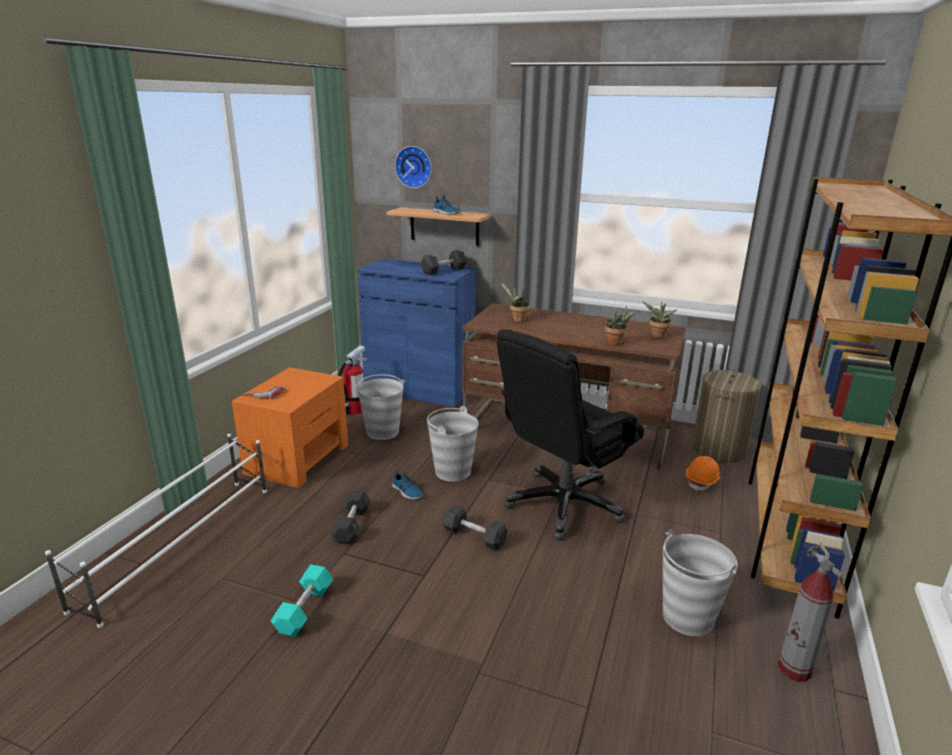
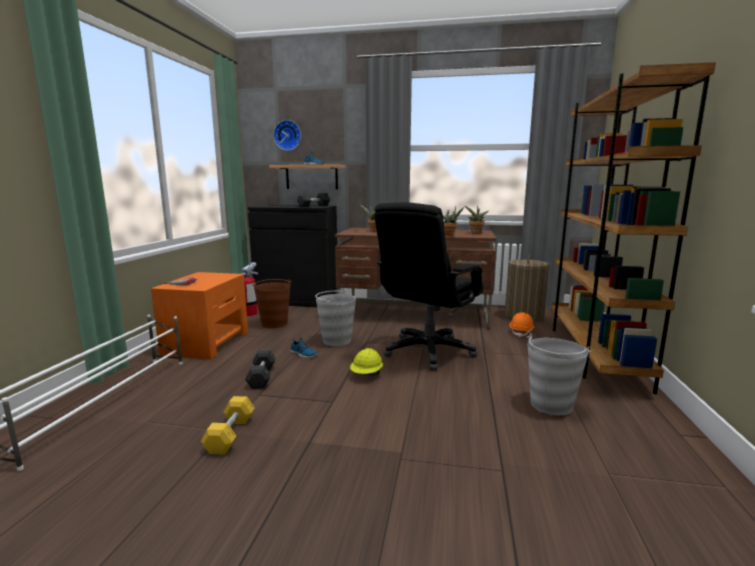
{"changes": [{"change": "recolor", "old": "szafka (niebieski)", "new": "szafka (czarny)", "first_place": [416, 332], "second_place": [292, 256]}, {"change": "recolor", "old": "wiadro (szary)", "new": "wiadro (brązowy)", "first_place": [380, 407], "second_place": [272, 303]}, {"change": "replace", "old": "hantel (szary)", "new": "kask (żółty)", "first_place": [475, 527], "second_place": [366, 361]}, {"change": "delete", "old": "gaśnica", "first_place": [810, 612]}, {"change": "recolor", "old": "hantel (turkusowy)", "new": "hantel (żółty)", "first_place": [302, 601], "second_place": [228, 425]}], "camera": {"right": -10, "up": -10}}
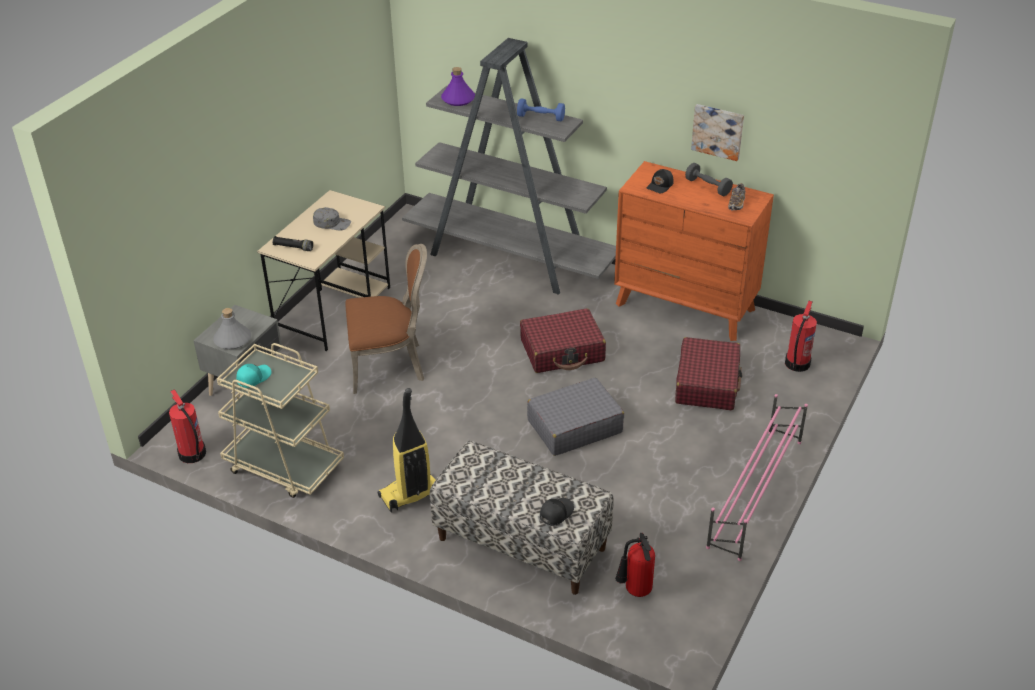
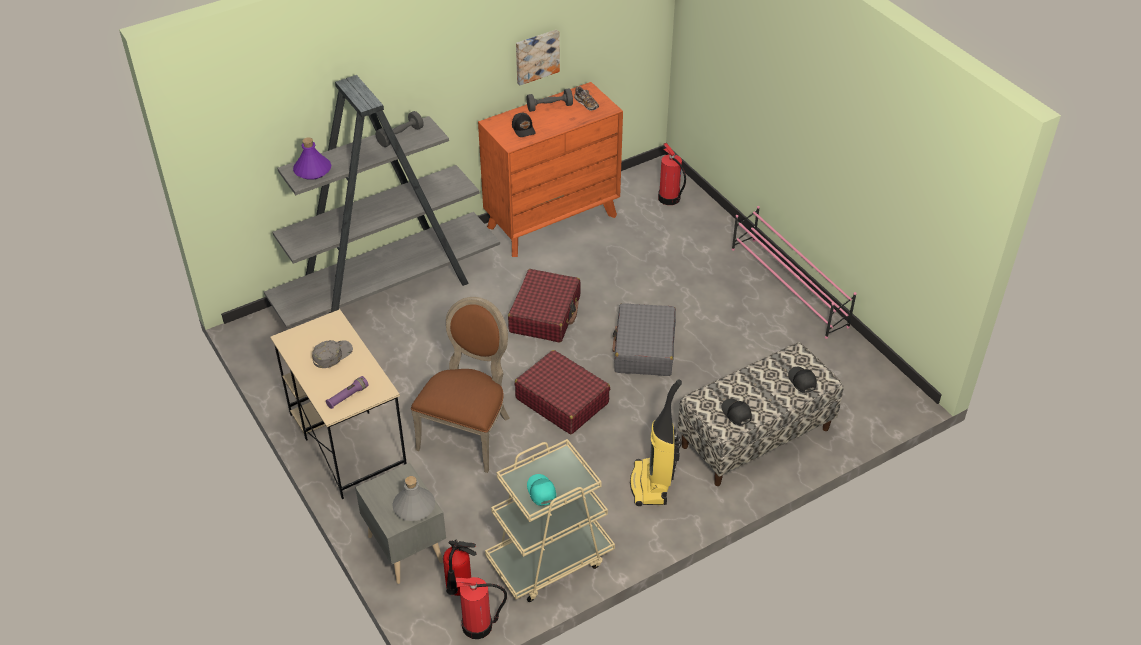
{"changes": [{"change": "recolor", "old": "hantel (niebieski)", "new": "hantel (szary)", "first_place": [541, 110], "second_place": [400, 129]}, {"change": "recolor", "old": "latarka (czarny)", "new": "latarka (fioletowy)", "first_place": [292, 243], "second_place": [347, 392]}, {"change": "move", "old": "walizka (czerwony)", "first_place": [708, 373], "second_place": [562, 392]}, {"change": "move", "old": "gaśnica", "first_place": [635, 565], "second_place": [460, 568]}, {"change": "insert", "new": "czapka z daszkiem (czarny)", "second_place": [736, 412]}], "camera": {"right": -60, "up": 5}}
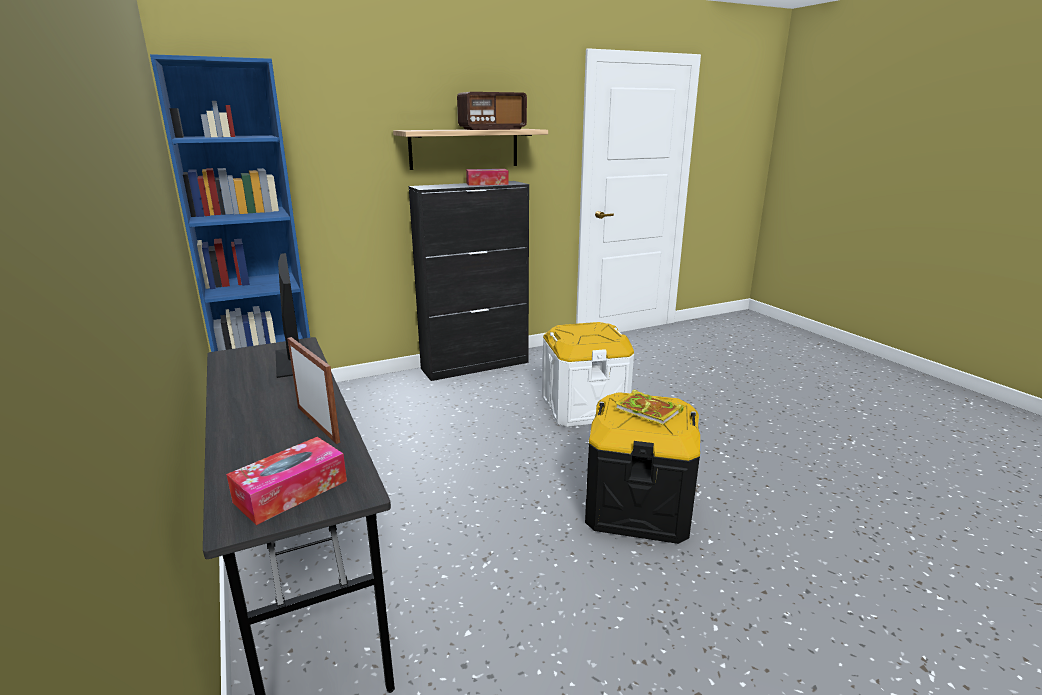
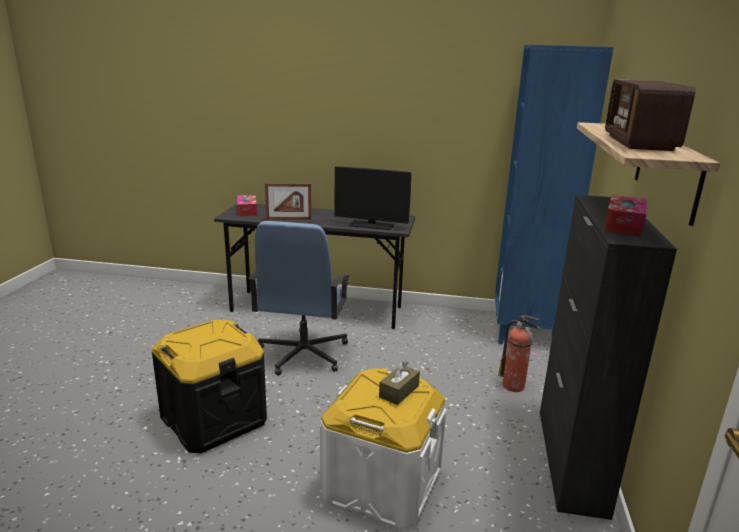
{"changes": [{"change": "delete", "old": "książka", "first_place": [649, 407]}, {"change": "insert", "new": "krzesło biurowe (niebieski)", "second_place": [299, 298]}, {"change": "insert", "new": "gaśnica", "second_place": [519, 353]}, {"change": "insert", "new": "pudełko chusteczek (brązowy)", "second_place": [399, 383]}], "camera": {"right": 125, "up": 0}}
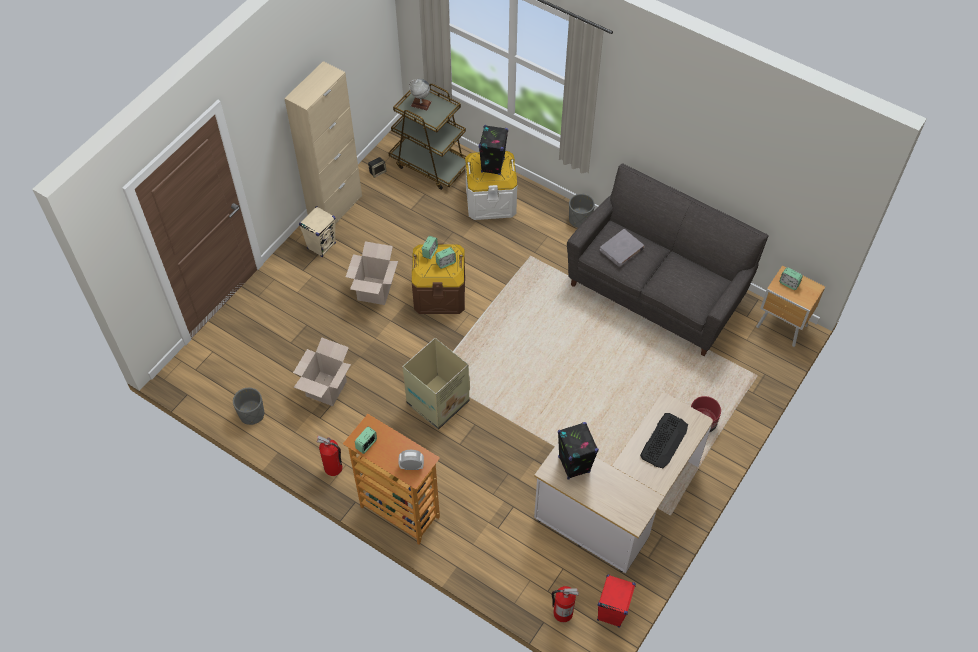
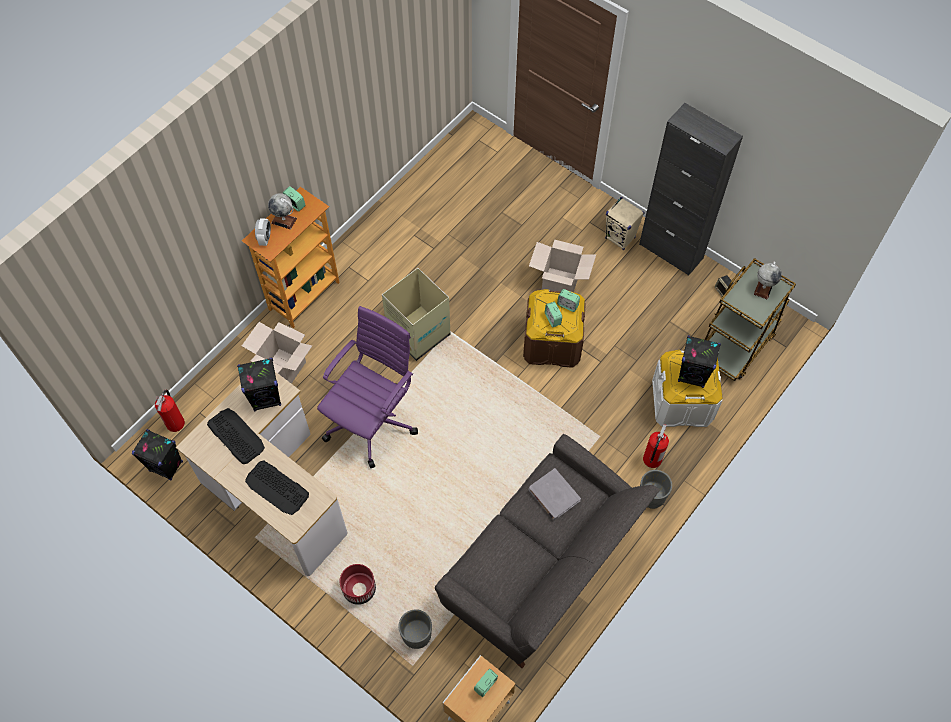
{"changes": [{"change": "recolor", "old": "szafka (beżowy)", "new": "szafka (czarny)", "first_place": [323, 142], "second_place": [691, 189]}, {"change": "move", "old": "karton", "first_place": [322, 372], "second_place": [277, 353]}, {"change": "move", "old": "donica (szary)", "first_place": [248, 406], "second_place": [415, 629]}, {"change": "move", "old": "gaśnica", "first_place": [330, 456], "second_place": [656, 446]}, {"change": "recolor", "old": "głośnik (czerwony)", "new": "głośnik (czarny)", "first_place": [616, 601], "second_place": [157, 455]}, {"change": "insert", "new": "globus", "second_place": [282, 211]}, {"change": "insert", "new": "krzesło biurowe (fioletowy)", "second_place": [367, 387]}, {"change": "insert", "new": "klawiatura", "second_place": [236, 436]}], "camera": {"right": 95, "up": 5}}
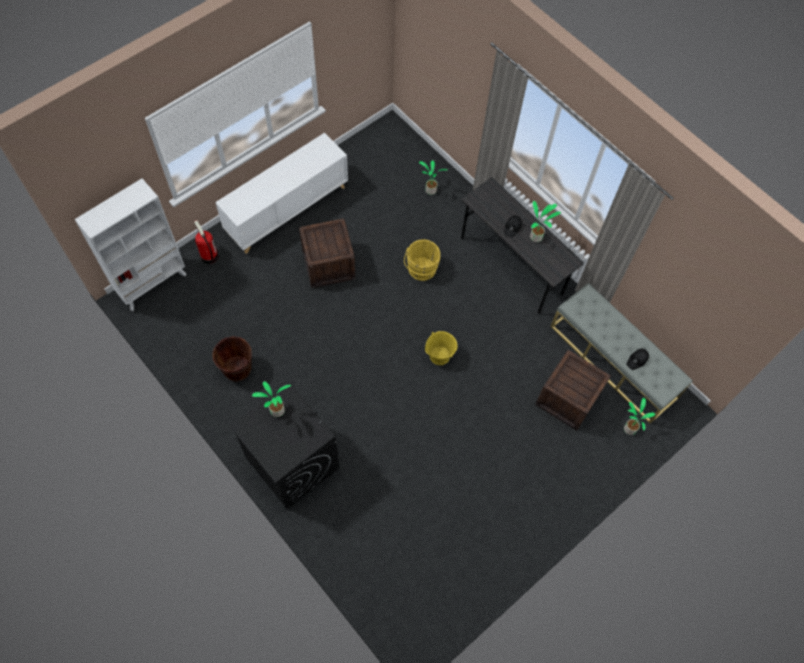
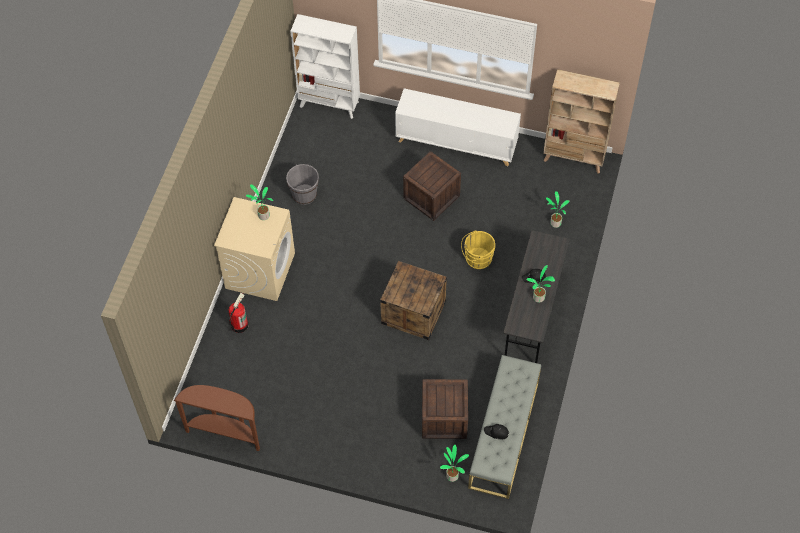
{"changes": [{"change": "move", "old": "gaśnica", "first_place": [206, 242], "second_place": [238, 313]}, {"change": "replace", "old": "wiadro (żółty)", "new": "skrzynka", "first_place": [441, 348], "second_place": [413, 300]}, {"change": "recolor", "old": "wiadro (brązowy)", "new": "wiadro (szary)", "first_place": [232, 359], "second_place": [302, 184]}, {"change": "recolor", "old": "pralka (czarny)", "new": "pralka (beżowy)", "first_place": [284, 446], "second_place": [254, 249]}, {"change": "insert", "new": "regał (beżowy)", "second_place": [581, 121]}, {"change": "insert", "new": "stolik konsolowy (brązowy)", "second_place": [217, 418]}], "camera": {"right": 60, "up": -5}}
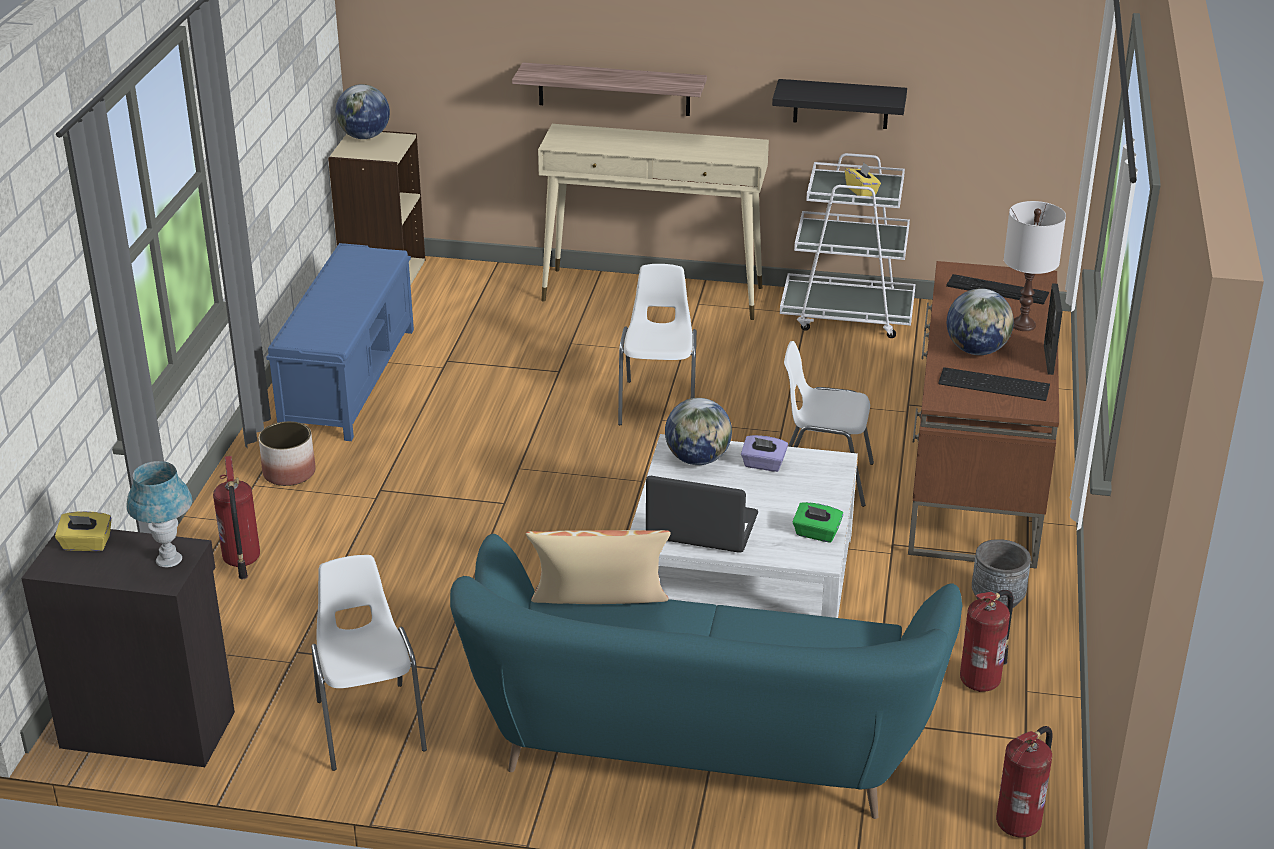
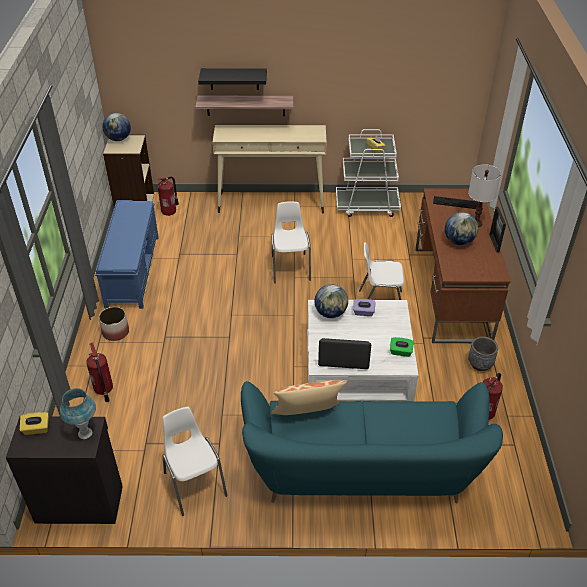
{"changes": [{"change": "move", "old": "półka (czarny)", "first_place": [839, 104], "second_place": [232, 79]}, {"change": "delete", "old": "klawiatura", "first_place": [994, 384]}, {"change": "move", "old": "gaśnica", "first_place": [1024, 782], "second_place": [168, 196]}], "camera": {"right": -10, "up": 10}}
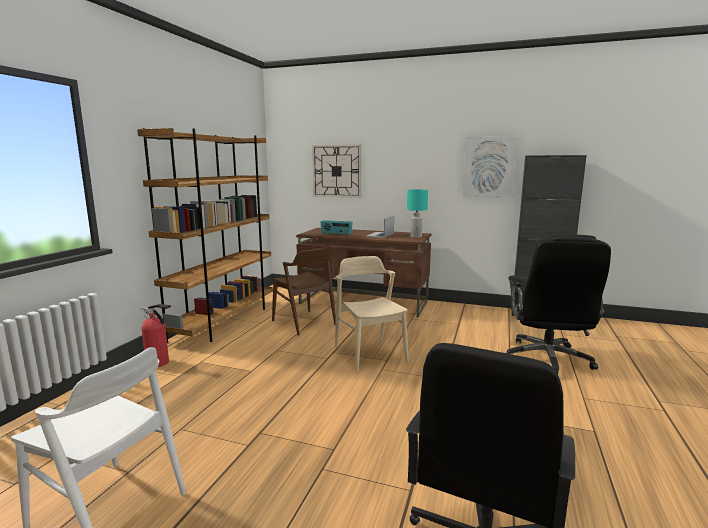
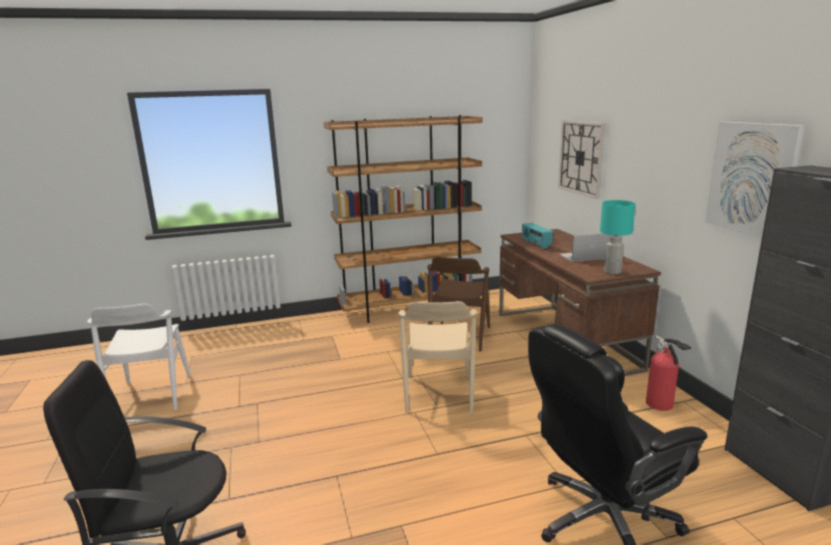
{"changes": [{"change": "rotate", "old": "krzesło (beżowy)", "first_place": [372, 314], "second_place": [437, 357], "degrees": 150}, {"change": "move", "old": "gaśnica", "first_place": [155, 335], "second_place": [668, 373]}], "camera": {"right": 55, "up": 5}}
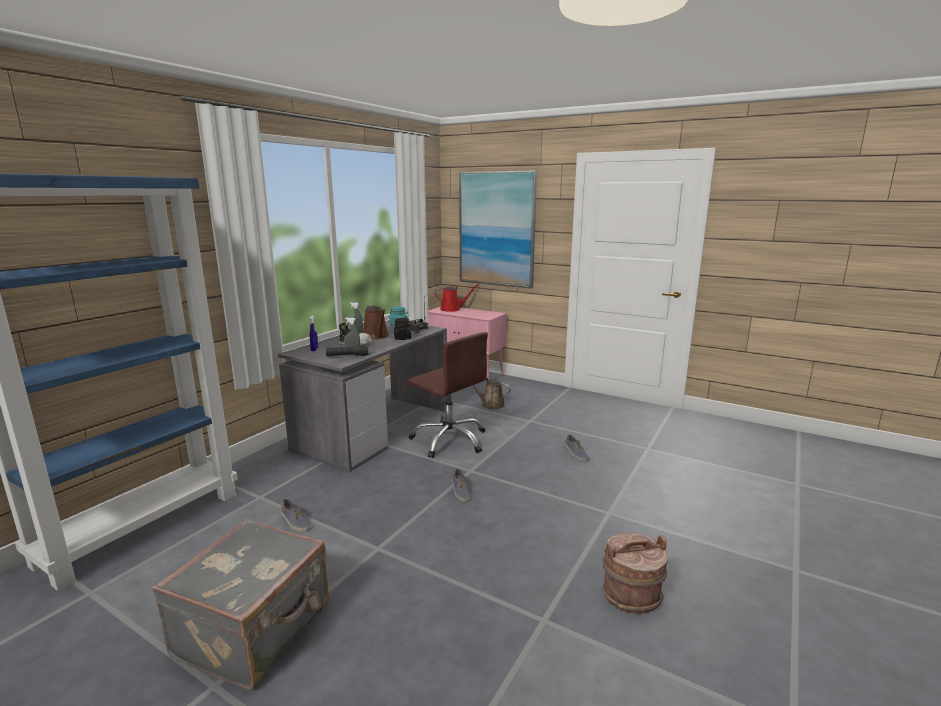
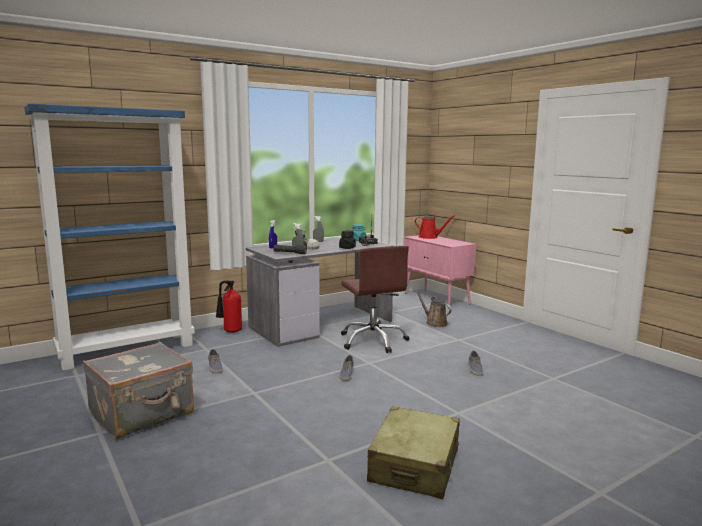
{"changes": [{"change": "delete", "old": "obraz", "first_place": [498, 229]}, {"change": "delete", "old": "konewka (brązowy)", "first_place": [376, 322]}, {"change": "replace", "old": "wiadro (brązowy)", "new": "walizka (beżowy)", "first_place": [635, 573], "second_place": [413, 452]}, {"change": "insert", "new": "gaśnica", "second_place": [229, 306]}], "camera": {"right": 25, "up": -5}}
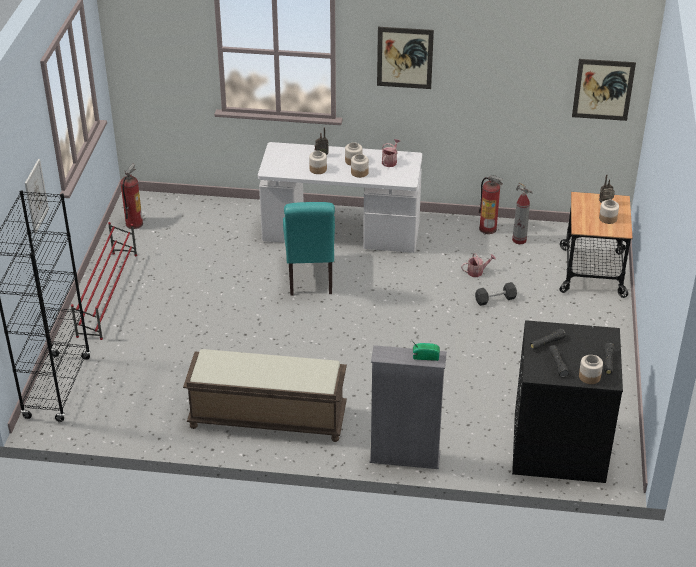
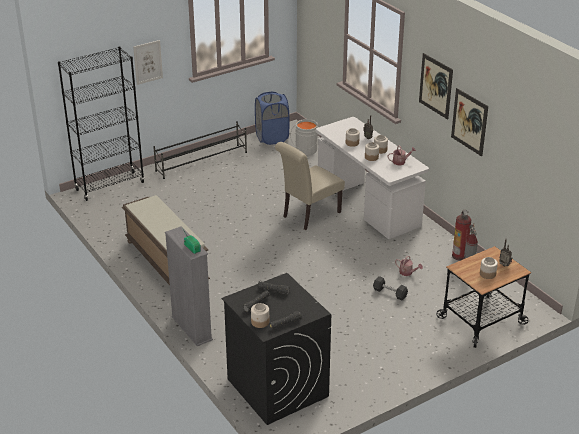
{"changes": [{"change": "move", "old": "obraz", "first_place": [604, 90], "second_place": [469, 122]}, {"change": "replace", "old": "gaśnica", "new": "kosz na pranie (niebieski)", "first_place": [131, 196], "second_place": [272, 118]}, {"change": "recolor", "old": "krzesło (turkusowy)", "new": "krzesło (beżowy)", "first_place": [309, 248], "second_place": [310, 186]}, {"change": "recolor", "old": "regał na buty (czerwony)", "new": "regał na buty (czarny)", "first_place": [104, 281], "second_place": [200, 150]}, {"change": "insert", "new": "wiadro (szary)", "second_place": [304, 137]}], "camera": {"right": 50, "up": -5}}
